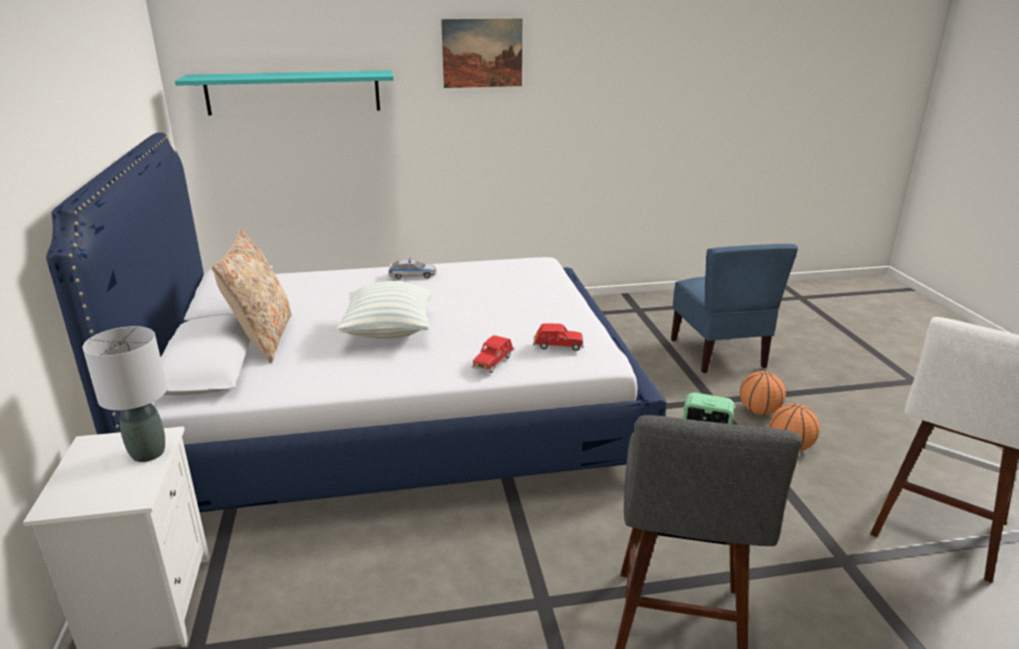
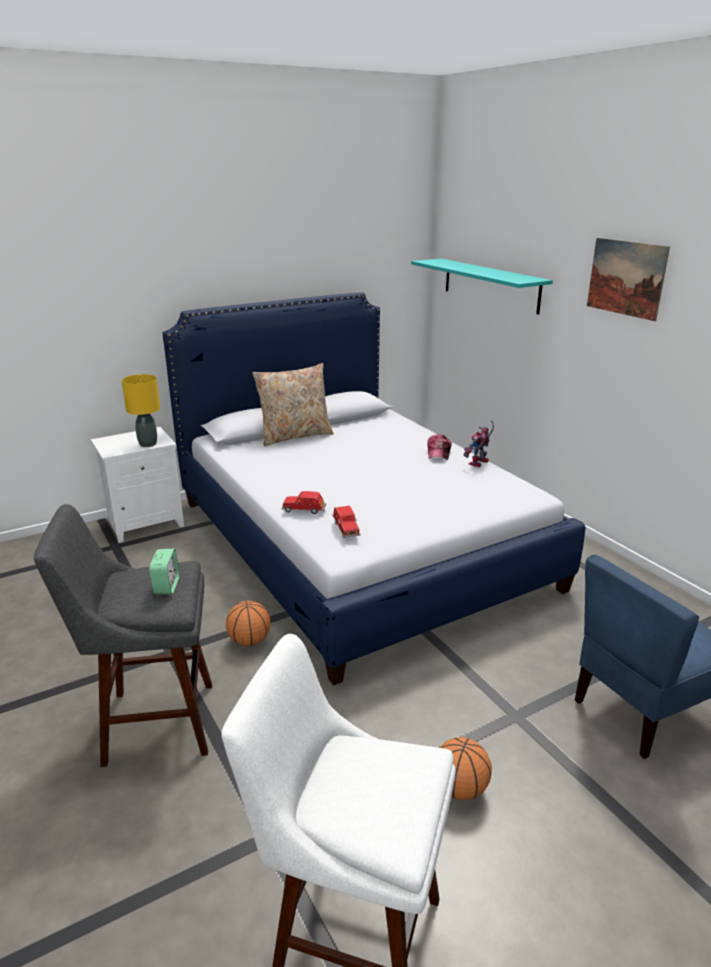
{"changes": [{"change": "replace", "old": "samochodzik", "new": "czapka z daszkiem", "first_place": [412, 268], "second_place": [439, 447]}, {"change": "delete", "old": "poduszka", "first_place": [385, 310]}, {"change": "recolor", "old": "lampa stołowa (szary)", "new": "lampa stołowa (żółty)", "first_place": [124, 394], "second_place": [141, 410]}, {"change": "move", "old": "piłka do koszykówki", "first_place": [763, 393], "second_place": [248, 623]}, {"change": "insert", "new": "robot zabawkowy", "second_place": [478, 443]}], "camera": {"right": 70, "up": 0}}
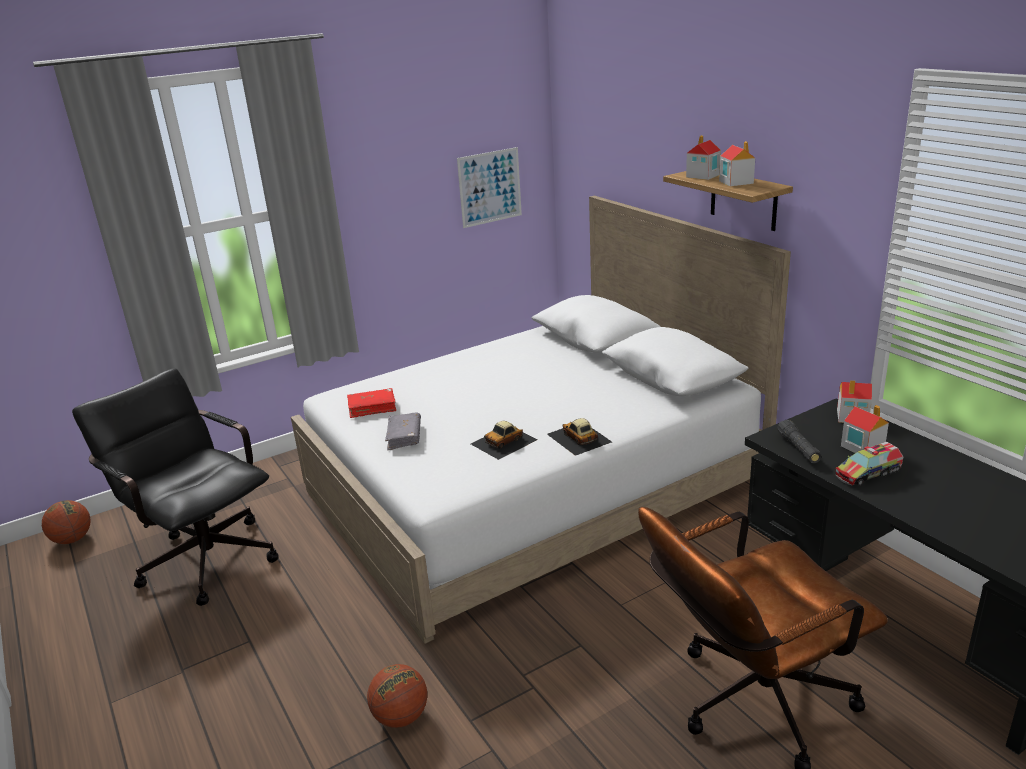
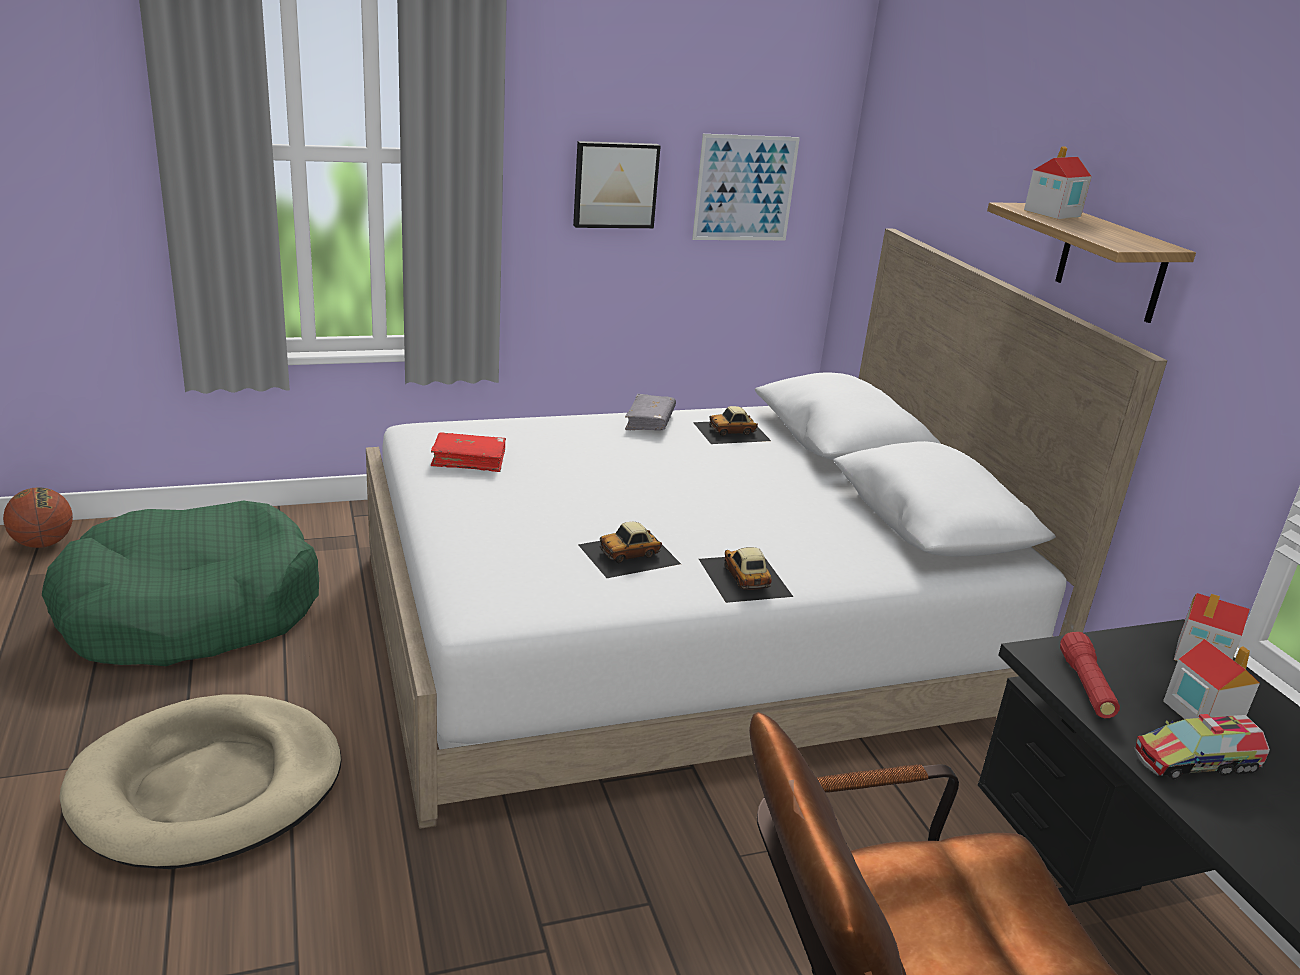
{"changes": [{"change": "delete", "old": "domek", "first_place": [737, 163]}, {"change": "replace", "old": "krzesło biurowe (czarny)", "new": "legowisko (zielony)", "first_place": [175, 487], "second_place": [180, 583]}, {"change": "move", "old": "książka (szary)", "first_place": [403, 431], "second_place": [650, 412]}, {"change": "recolor", "old": "latarka (czarny)", "new": "latarka (czerwony)", "first_place": [799, 441], "second_place": [1090, 675]}, {"change": "delete", "old": "piłka do koszykówki", "first_place": [397, 696]}, {"change": "insert", "new": "obraz", "second_place": [617, 184]}, {"change": "insert", "new": "samochodzik", "second_place": [732, 425]}, {"change": "insert", "new": "legowisko (beżowy)", "second_place": [200, 781]}], "camera": {"right": 10, "up": 0}}
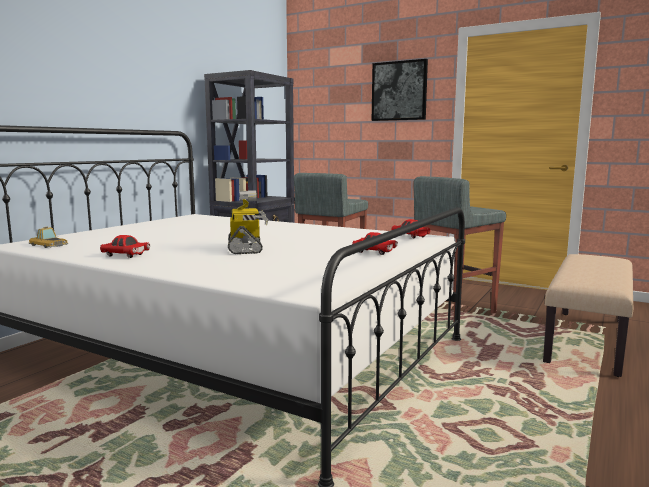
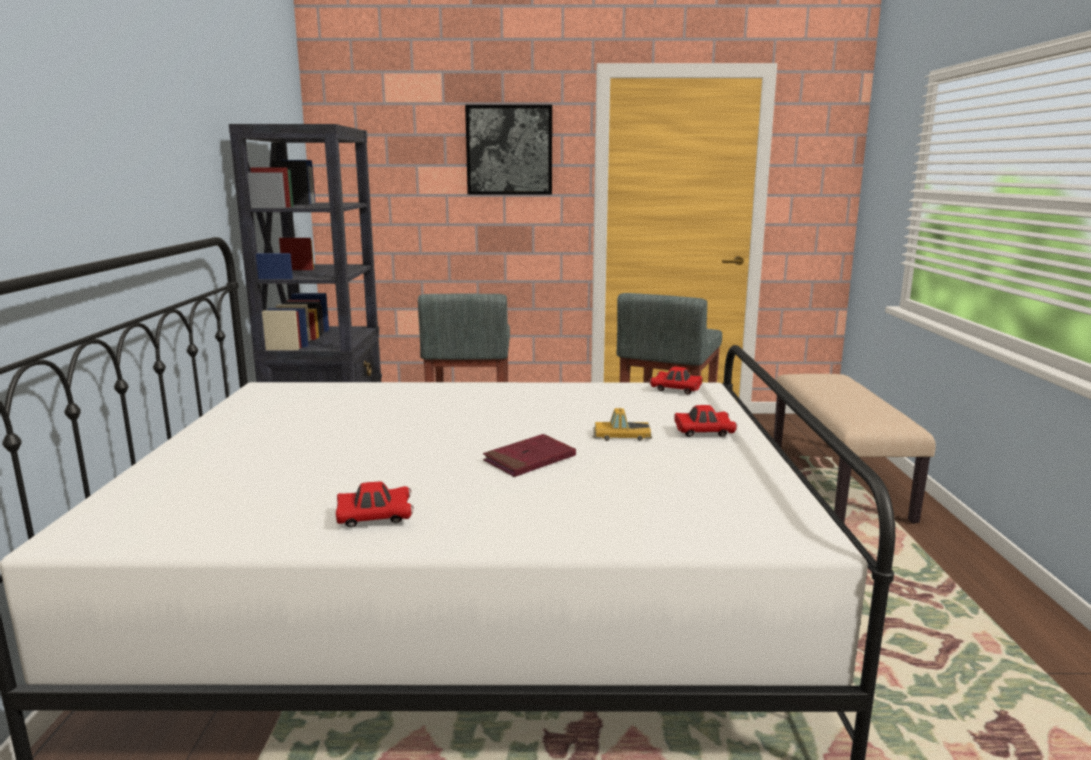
{"changes": [{"change": "replace", "old": "robot zabawkowy", "new": "książka (czerwony)", "first_place": [248, 222], "second_place": [529, 455]}, {"change": "move", "old": "samochodzik", "first_place": [48, 237], "second_place": [622, 424]}], "camera": {"right": -30, "up": 5}}
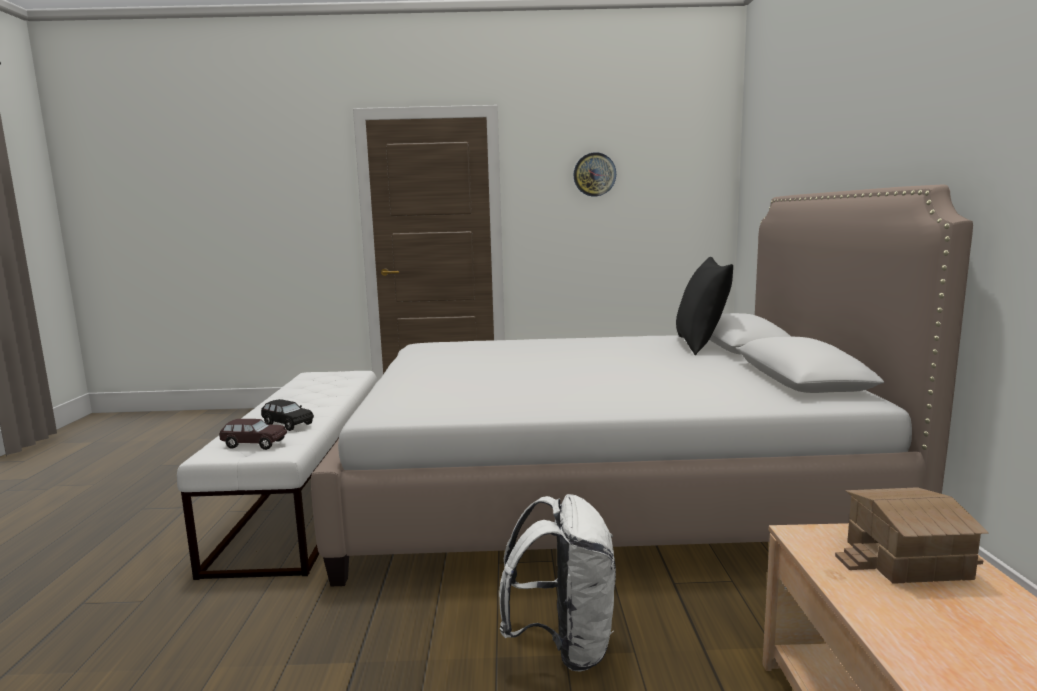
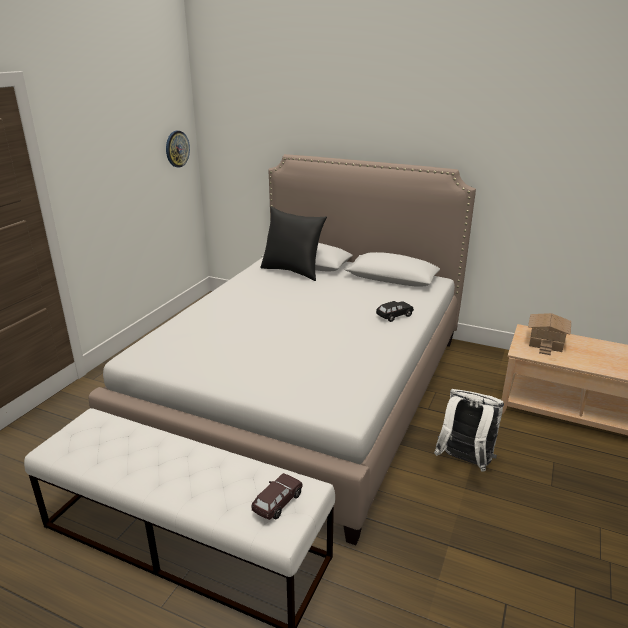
{"changes": [{"change": "move", "old": "zegar ścienny", "first_place": [594, 174], "second_place": [178, 149]}, {"change": "move", "old": "samochodzik (czarny)", "first_place": [287, 415], "second_place": [395, 311]}], "camera": {"right": -65, "up": 15}}
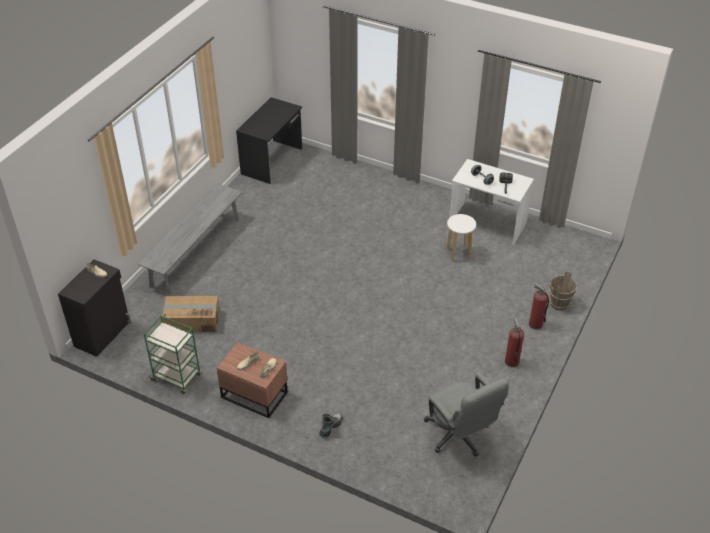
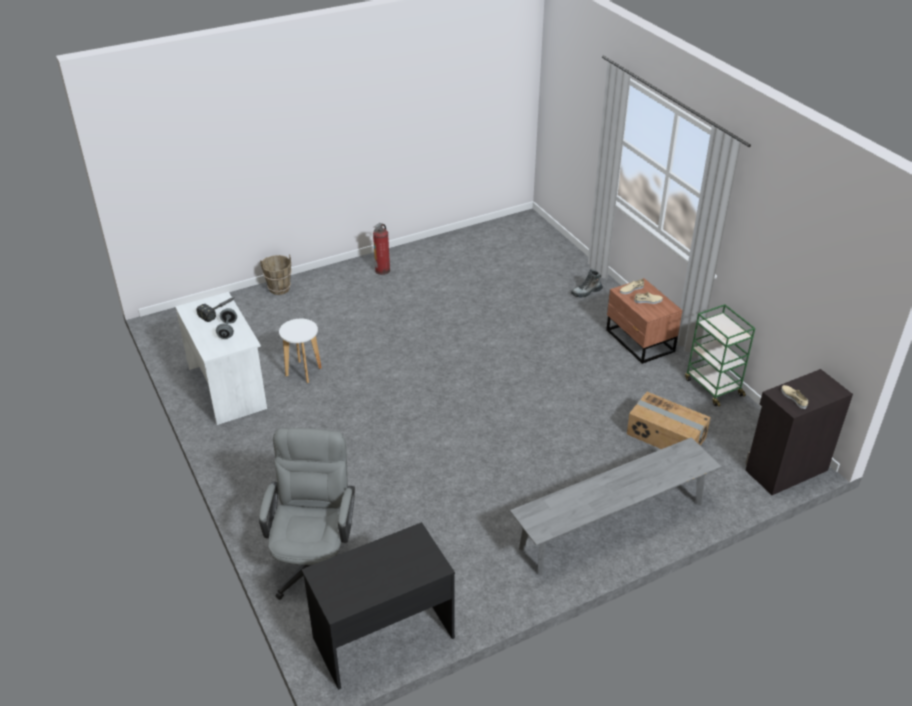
{"changes": [{"change": "delete", "old": "gaśnica", "first_place": [539, 306]}, {"change": "move", "old": "krzesło biurowe (szary)", "first_place": [466, 414], "second_place": [307, 514]}], "camera": {"right": -145, "up": -5}}
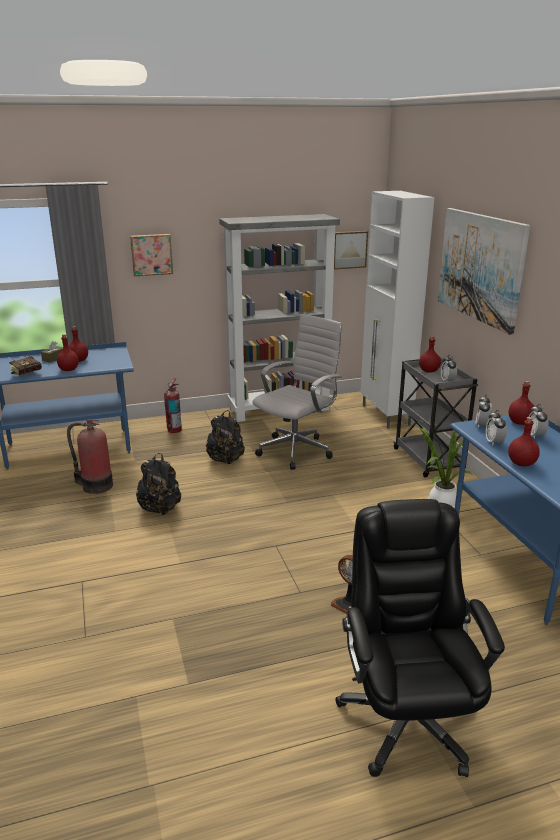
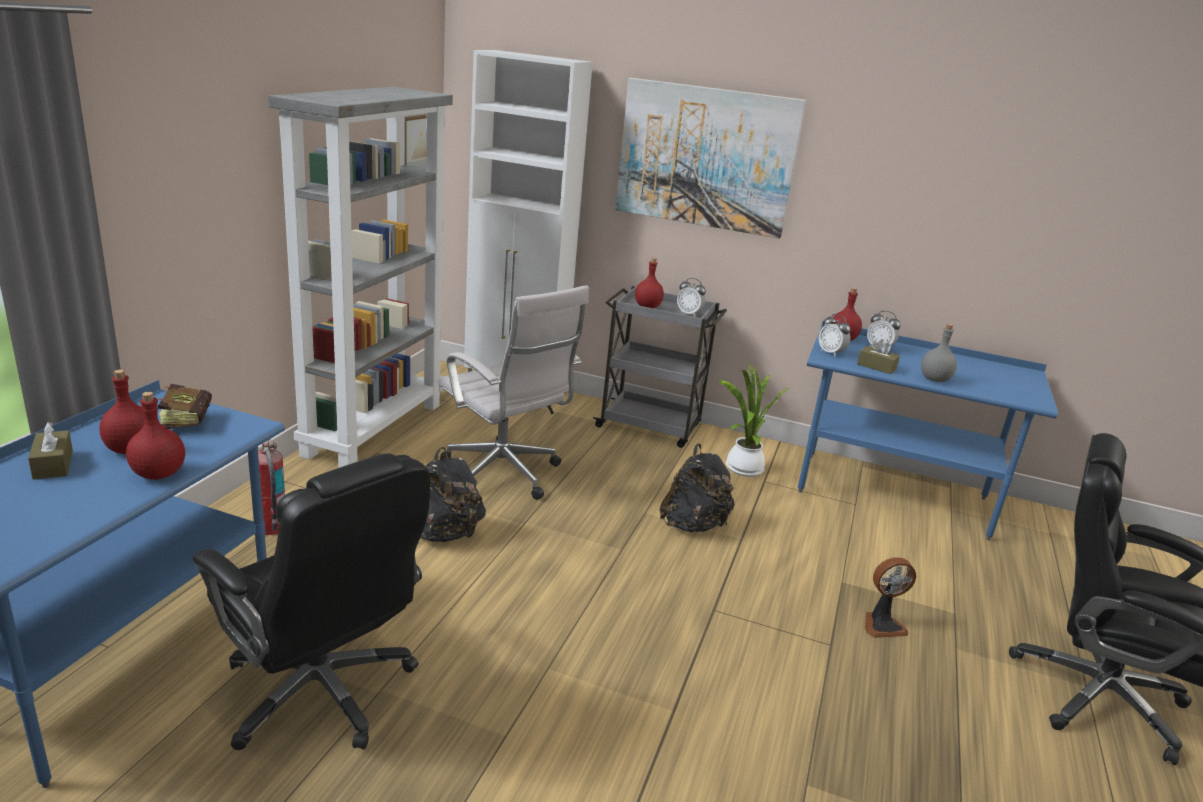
{"changes": [{"change": "delete", "old": "obraz", "first_place": [151, 255]}, {"change": "rotate", "old": "krzesło biurowe (biały)", "first_place": [297, 392], "second_place": [513, 392], "degrees": 150}, {"change": "move", "old": "książka", "first_place": [25, 365], "second_place": [185, 406]}, {"change": "replace", "old": "budzik", "new": "pudełko chusteczek (brązowy)", "first_place": [496, 428], "second_place": [878, 356]}, {"change": "recolor", "old": "butelka (czerwony)", "new": "butelka (szary)", "first_place": [524, 441], "second_place": [939, 353]}, {"change": "replace", "old": "gaśnica", "new": "krzesło biurowe (czarny)", "first_place": [90, 456], "second_place": [311, 601]}, {"change": "move", "old": "plecak (czarny)", "first_place": [158, 484], "second_place": [697, 488]}], "camera": {"right": -55, "up": 0}}
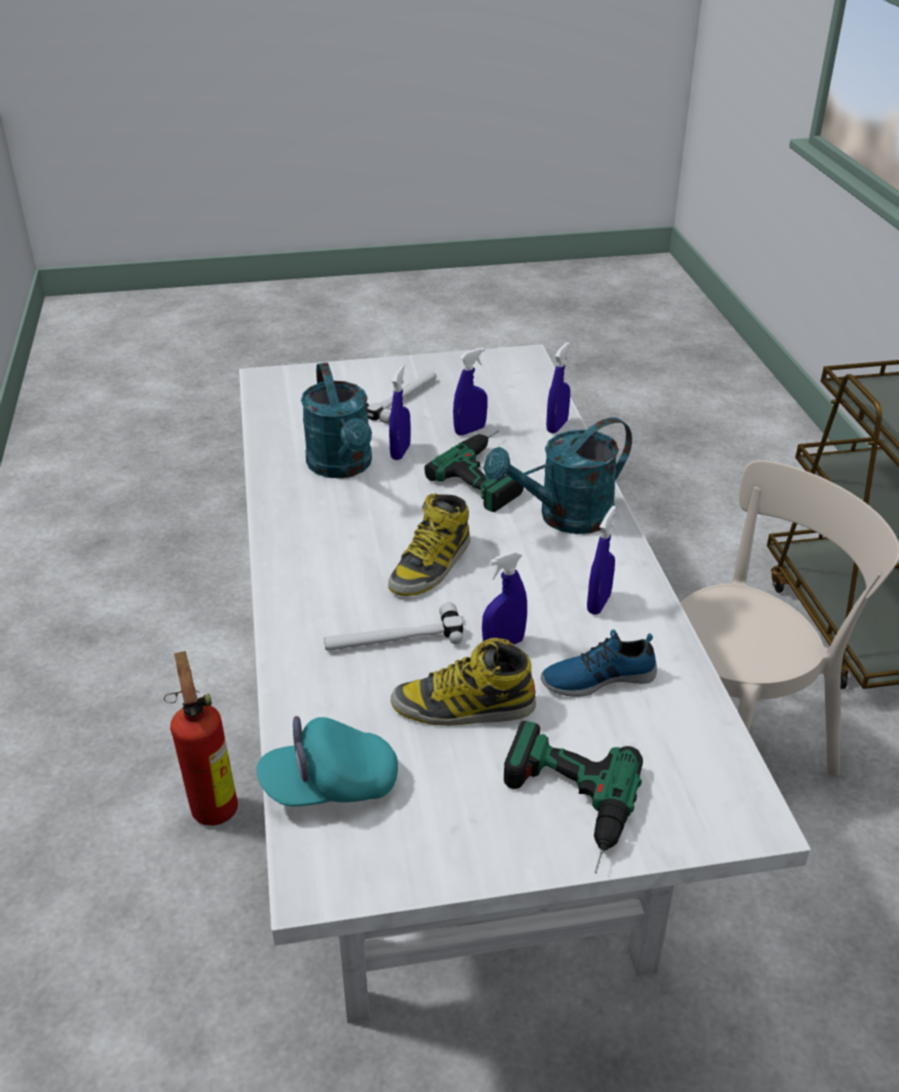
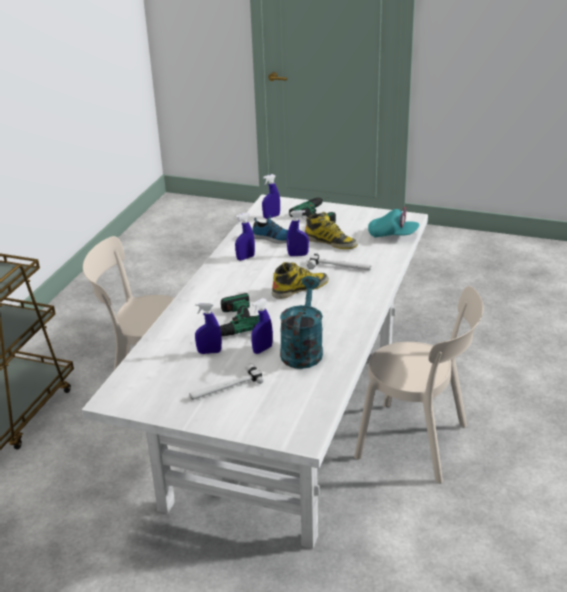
{"changes": [{"change": "move", "old": "spryskiwacz (niebieski)", "first_place": [558, 387], "second_place": [271, 196]}, {"change": "delete", "old": "konewka (turkusowy)", "first_place": [558, 475]}, {"change": "replace", "old": "gaśnica", "new": "krzesło (beżowy)", "first_place": [201, 738], "second_place": [418, 385]}], "camera": {"right": -150, "up": -5}}
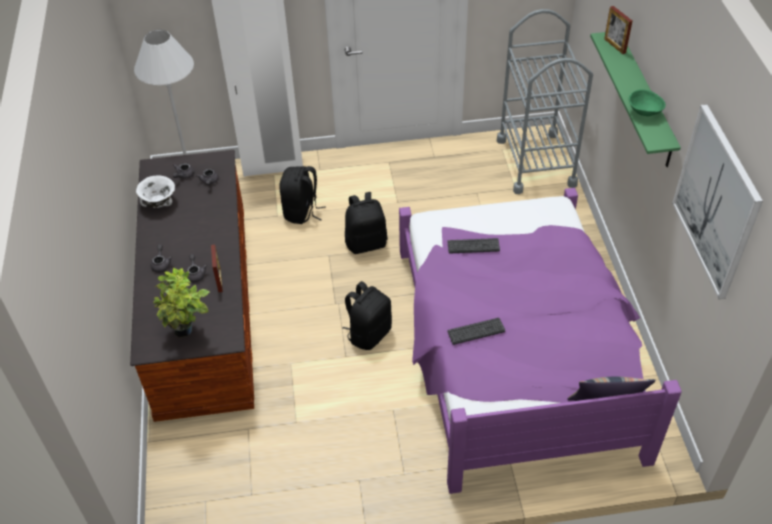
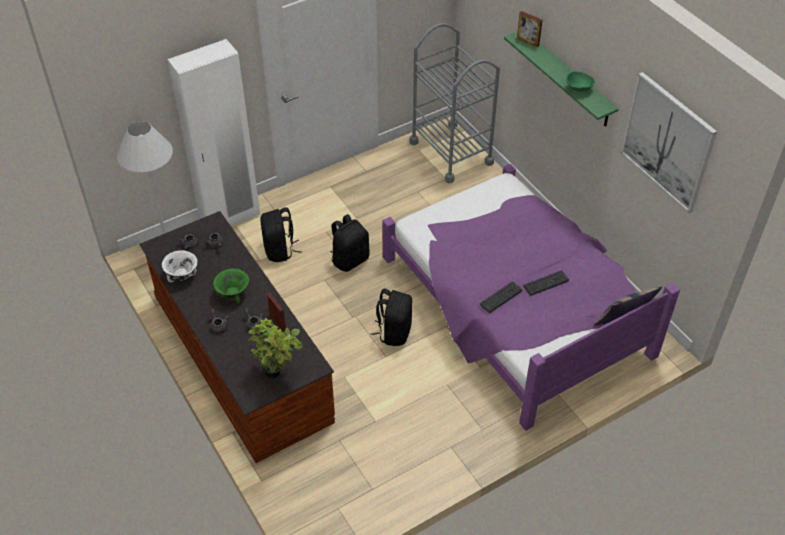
{"changes": [{"change": "move", "old": "klawiatura", "first_place": [473, 245], "second_place": [546, 283]}, {"change": "insert", "new": "miska (zielony)", "second_place": [231, 286]}], "camera": {"right": -25, "up": 0}}
